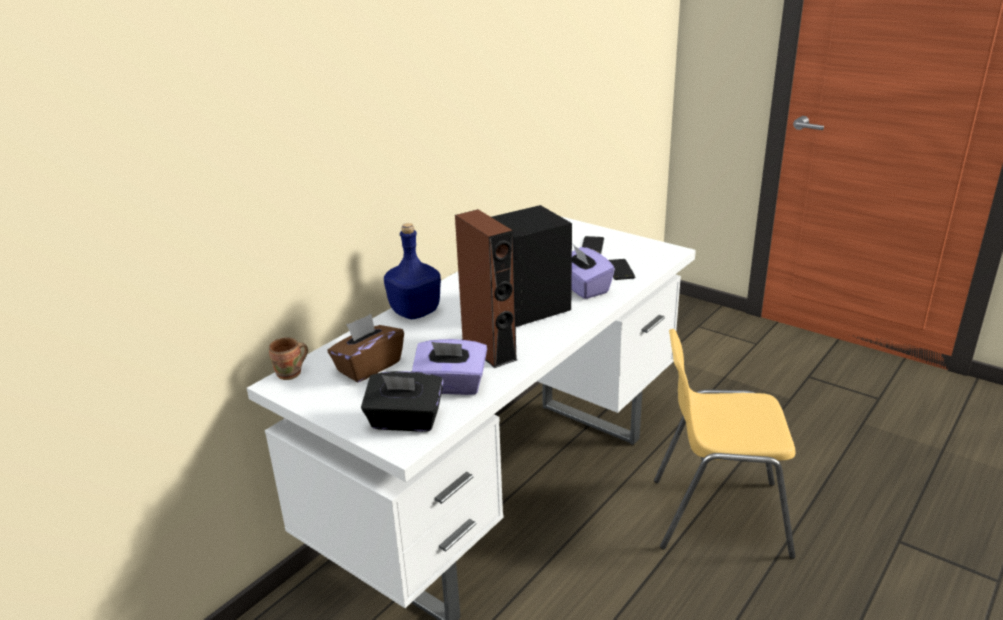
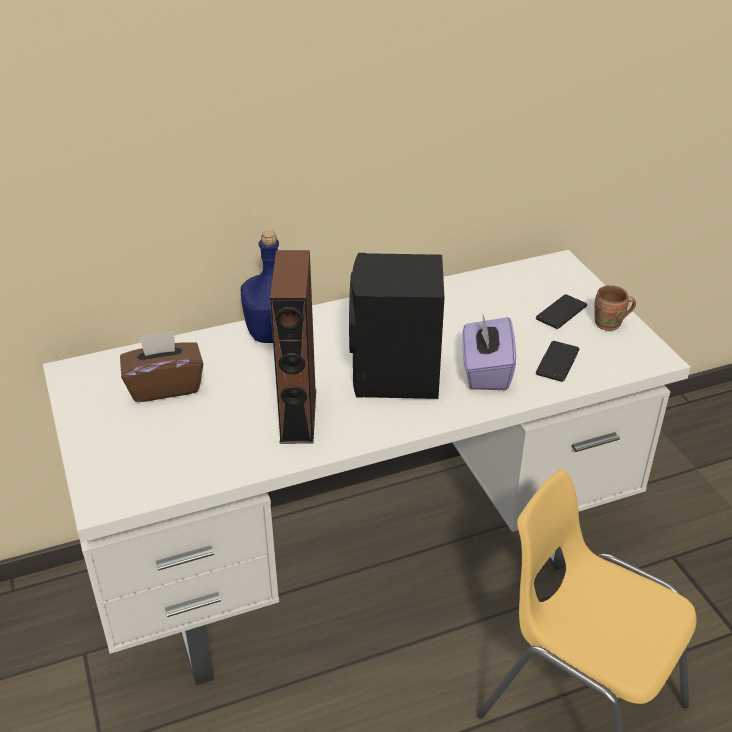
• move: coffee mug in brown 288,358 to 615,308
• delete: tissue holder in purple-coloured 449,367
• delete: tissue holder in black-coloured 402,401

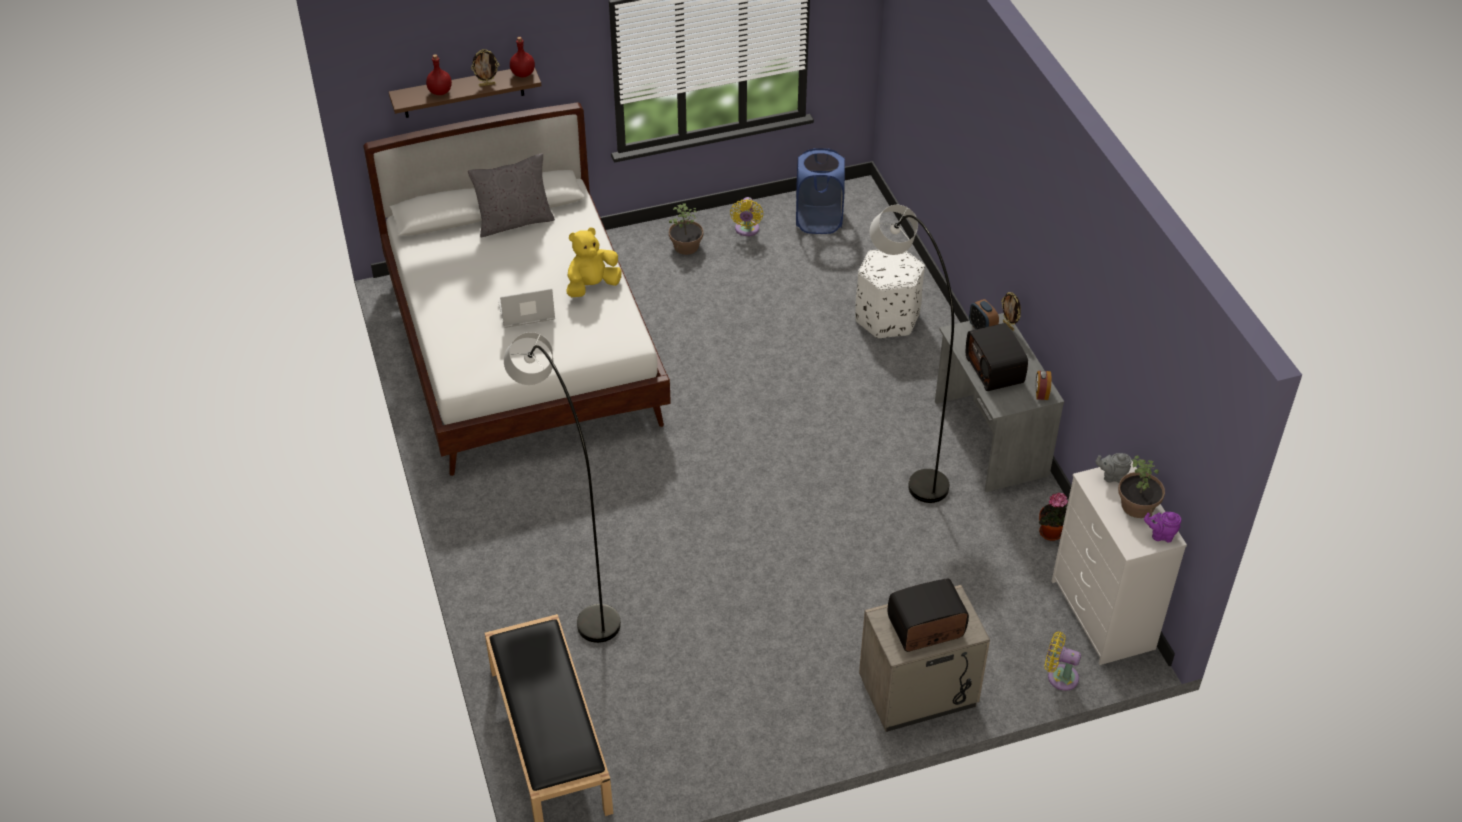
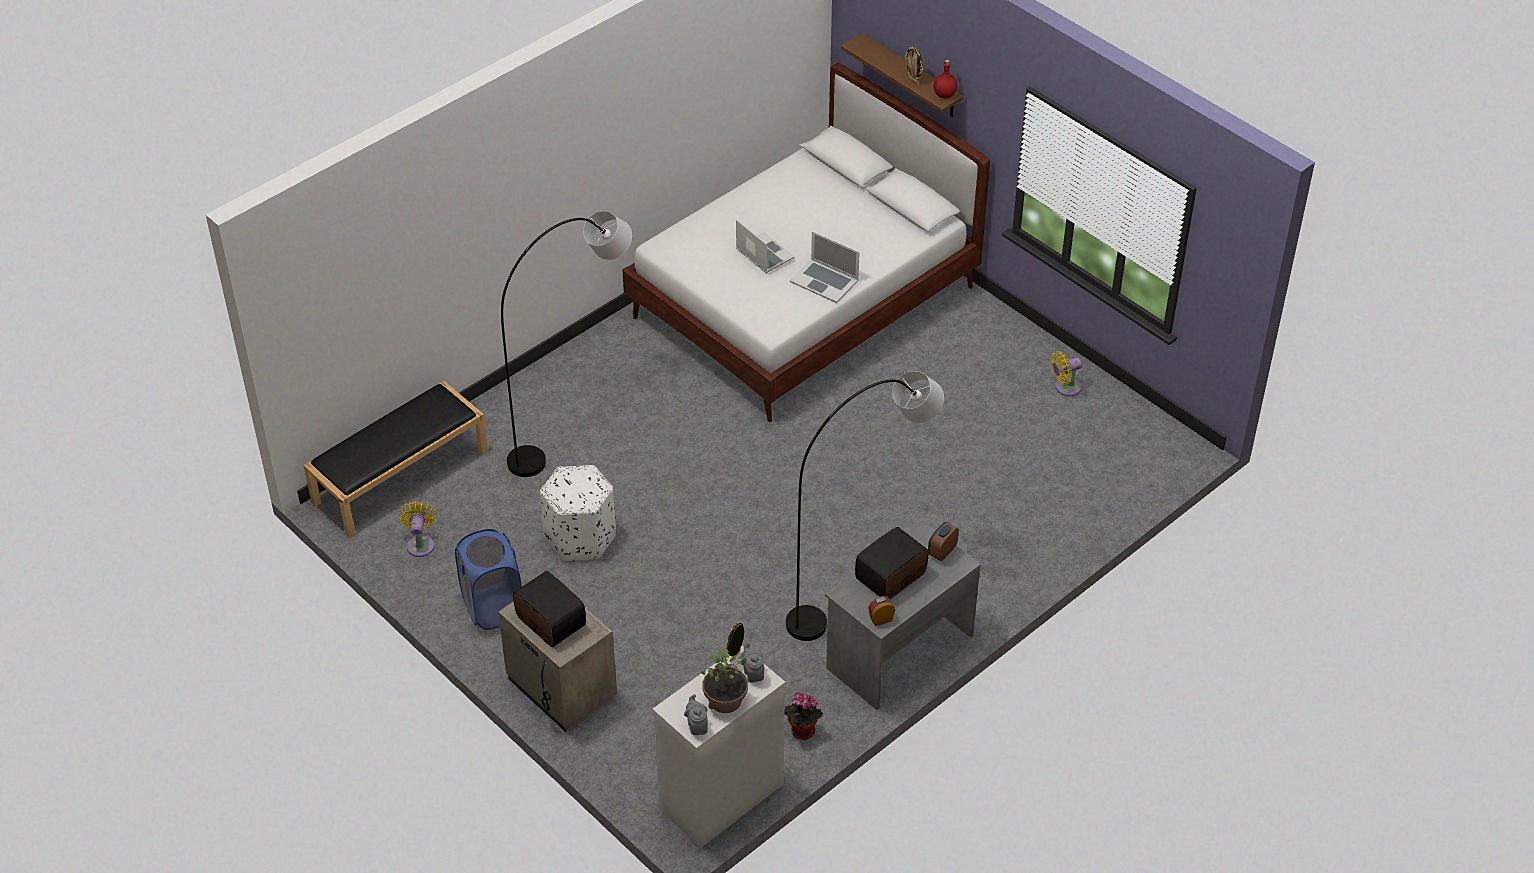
• delete: drink bottle in red 439,74
• move: hamper in blue-coloured 820,191 to 488,579
• delete: pillow in greyish 511,195
• delete: potted plant 686,229
• replace: plush toy in yellow 594,262 to laptop 825,267
• move: ottoman in whitish 890,294 to 578,513
• move: photo frame 1011,311 to 734,641
• recolor: teapot in purple-coloured 1162,527 to teapot in greyish 696,714
• move: fan in yellow 1062,661 to 418,529

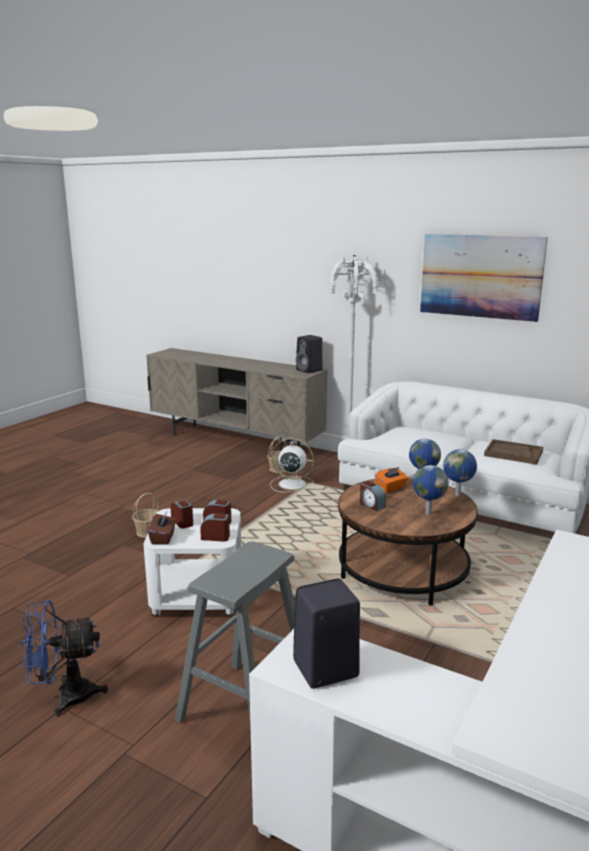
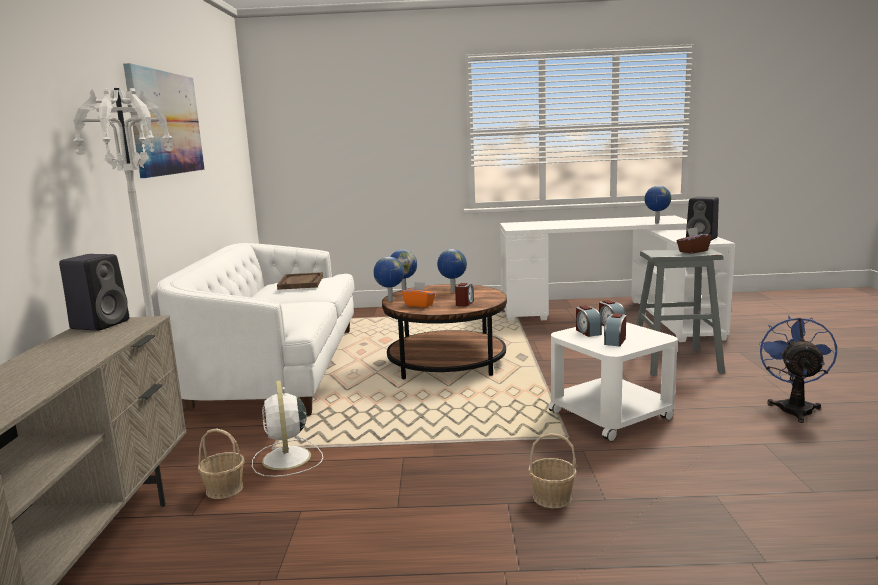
• move: tissue holder in brown 162,528 to 694,240
• rotate: fan in blue-coloured 64,658 = 798,369 120 degrees counterclockwise
• insert: world globe 658,204

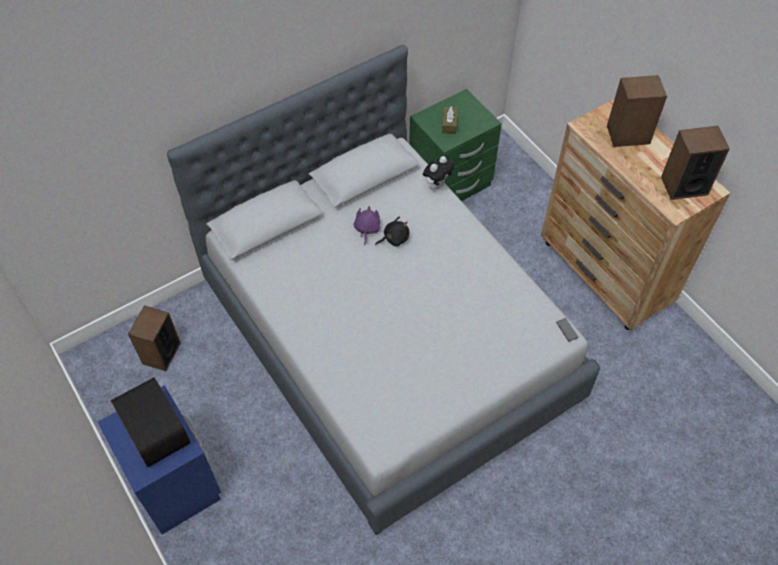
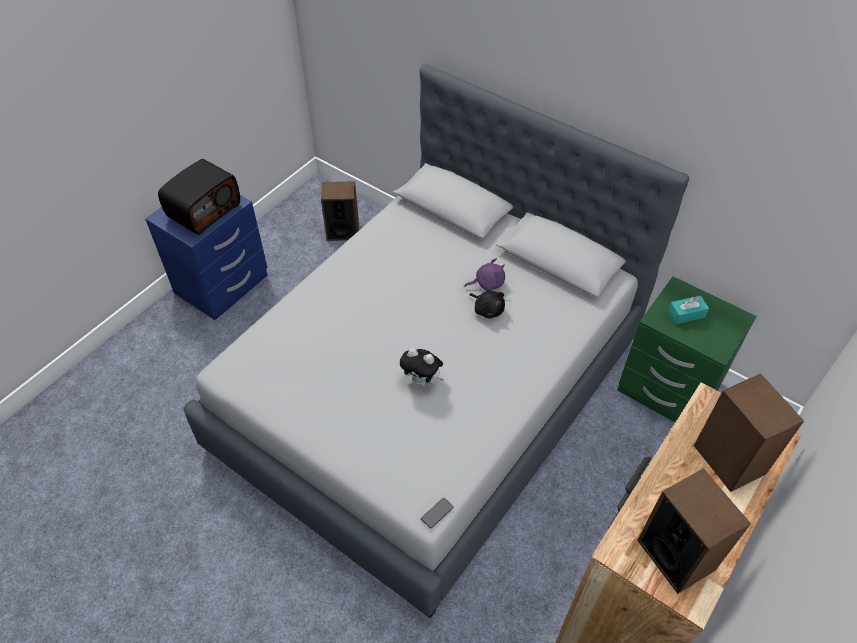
• recolor: tissue holder in brown 449,120 to tissue holder in turquoise 688,310
• move: plush toy 438,172 to 422,367

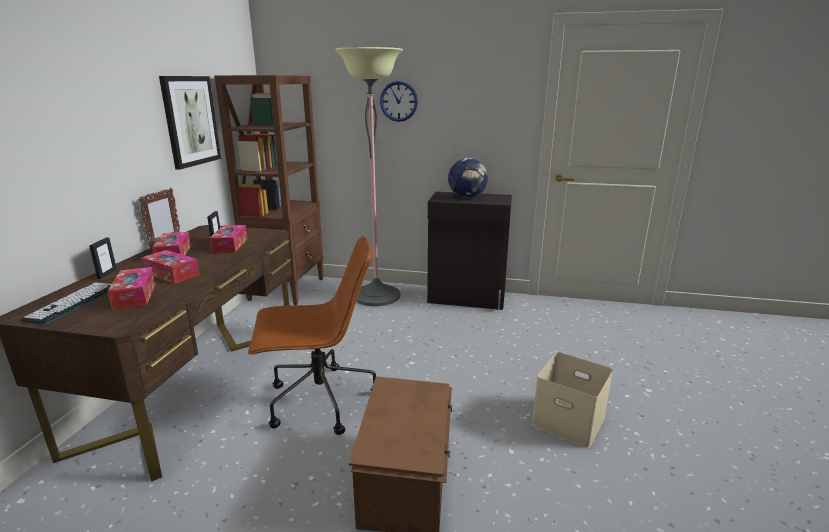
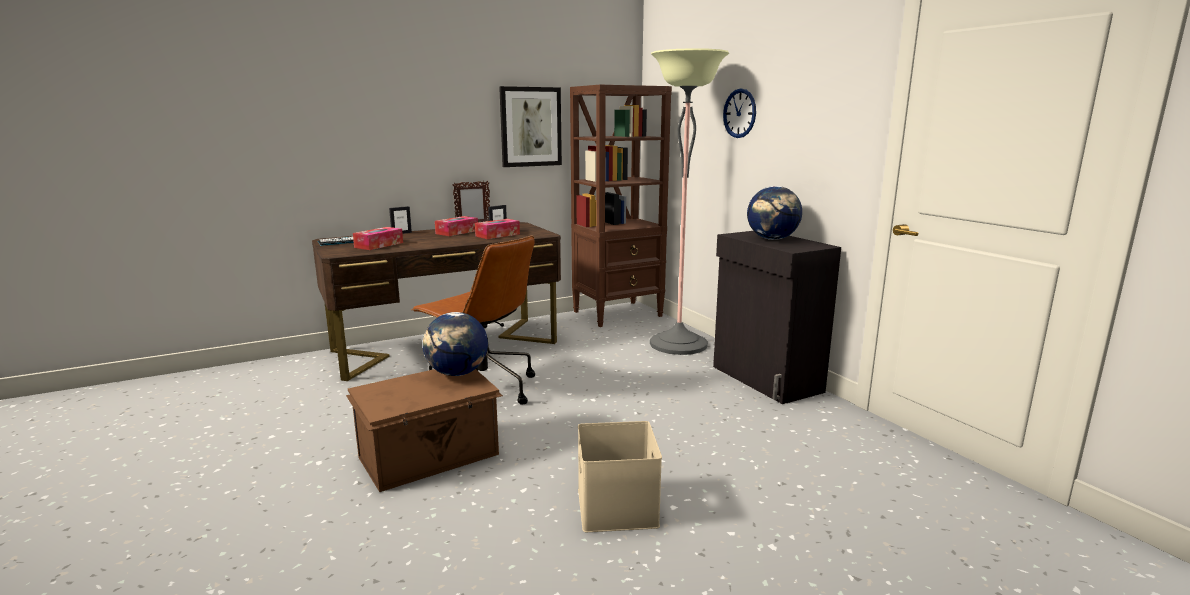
• delete: tissue holder 170,267
• insert: world globe 455,344

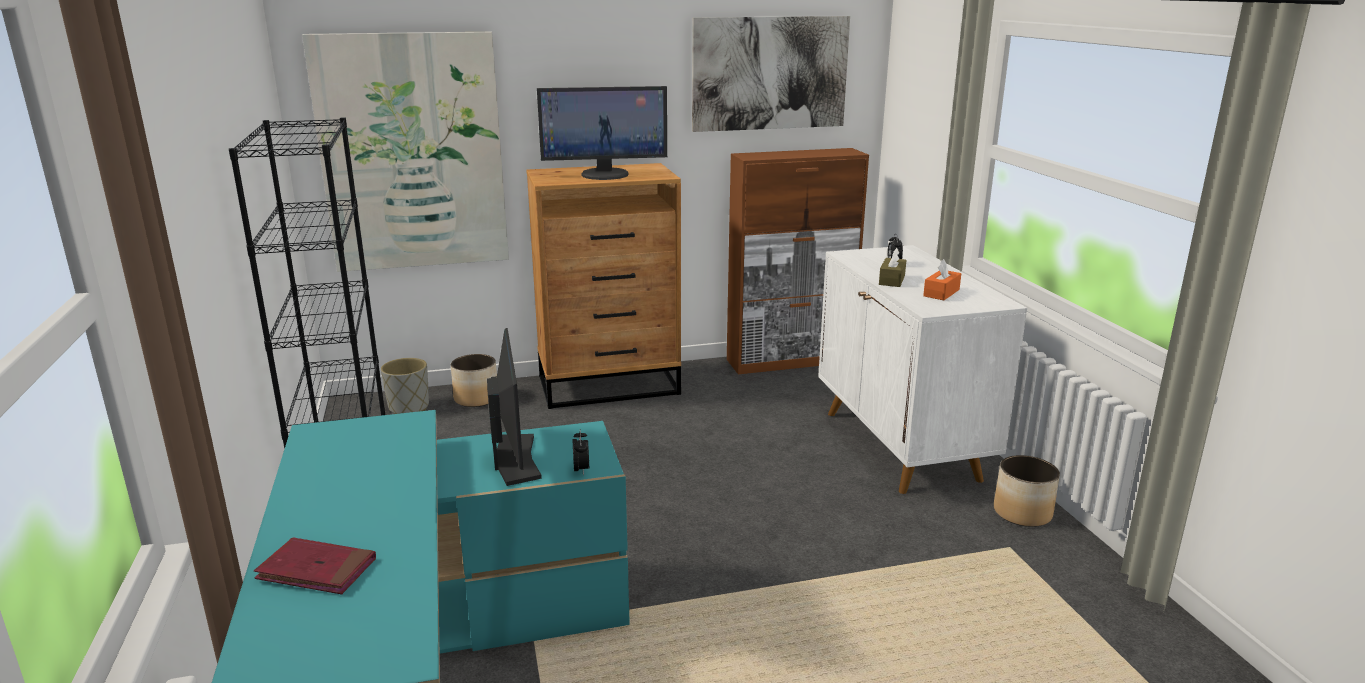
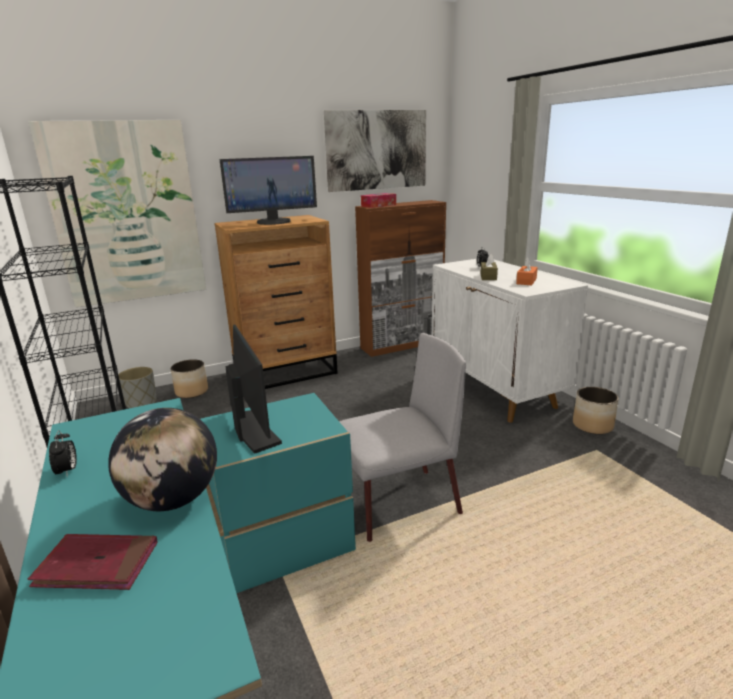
• move: alarm clock 580,453 to 63,453
• insert: tissue holder 378,200
• insert: upright chair in greyish 402,437
• insert: world globe 162,459

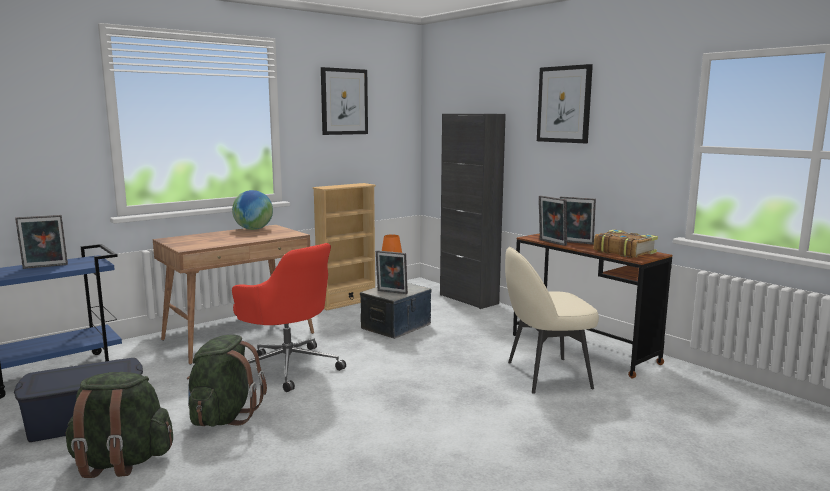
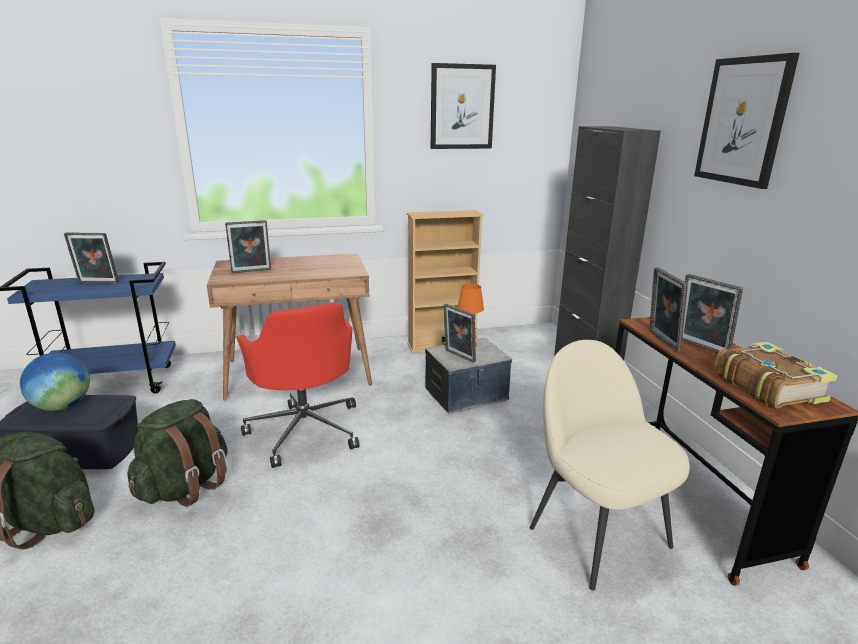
• move: world globe 252,210 to 55,381
• rotate: upright chair in beige 552,320 = 610,465 45 degrees clockwise
• insert: photo frame 248,246

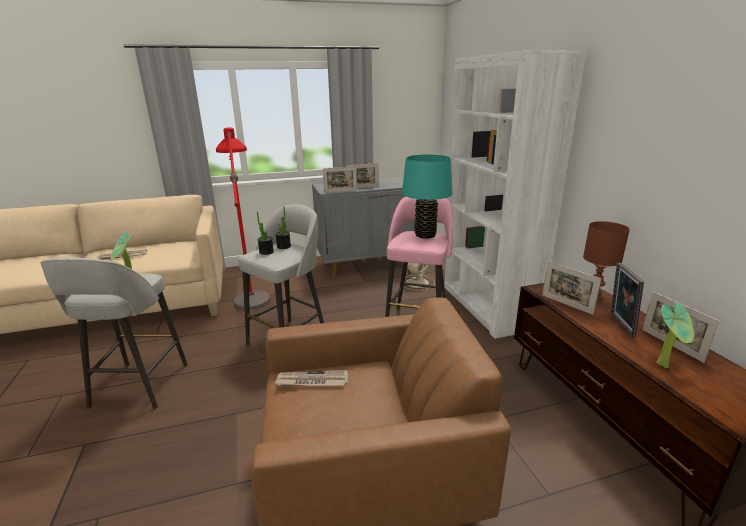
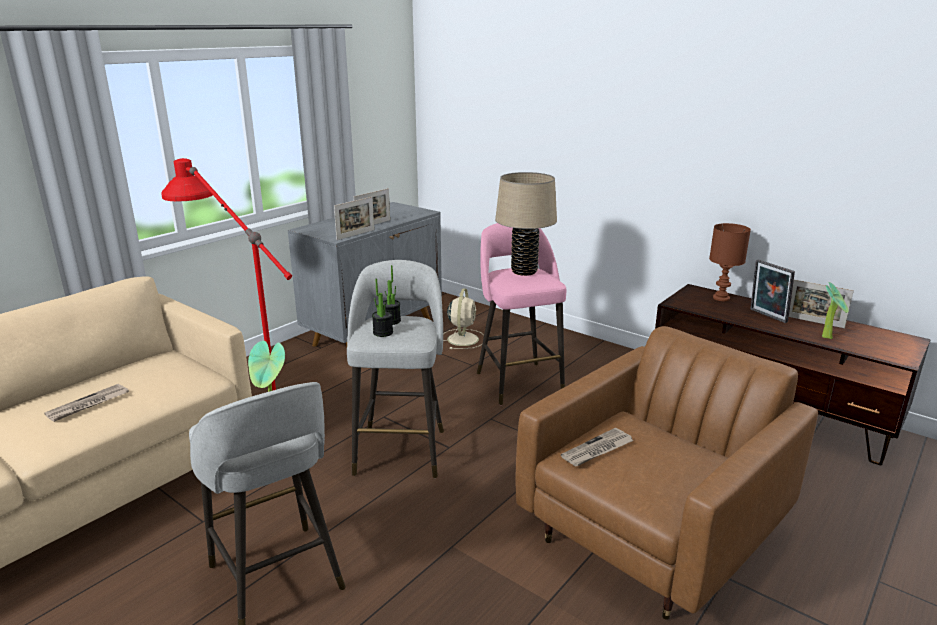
• delete: bookcase in whitish 515,194
• recolor: lamp for a table in turquoise 427,196 to lamp for a table in beige 526,224
• delete: photo frame 571,288

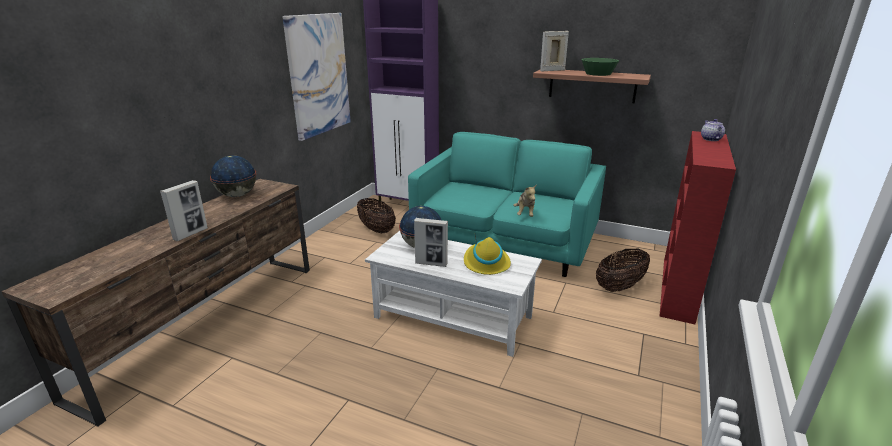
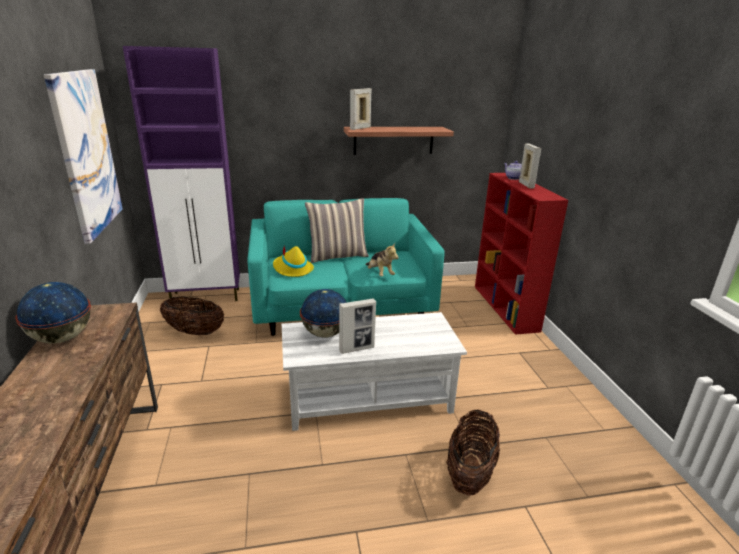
• delete: serving bowl in green 600,67
• move: photo frame 184,210 to 530,166
• move: clothing hat in yellow 487,255 to 293,261
• move: basket 623,270 to 473,453
• insert: pillow 337,230

